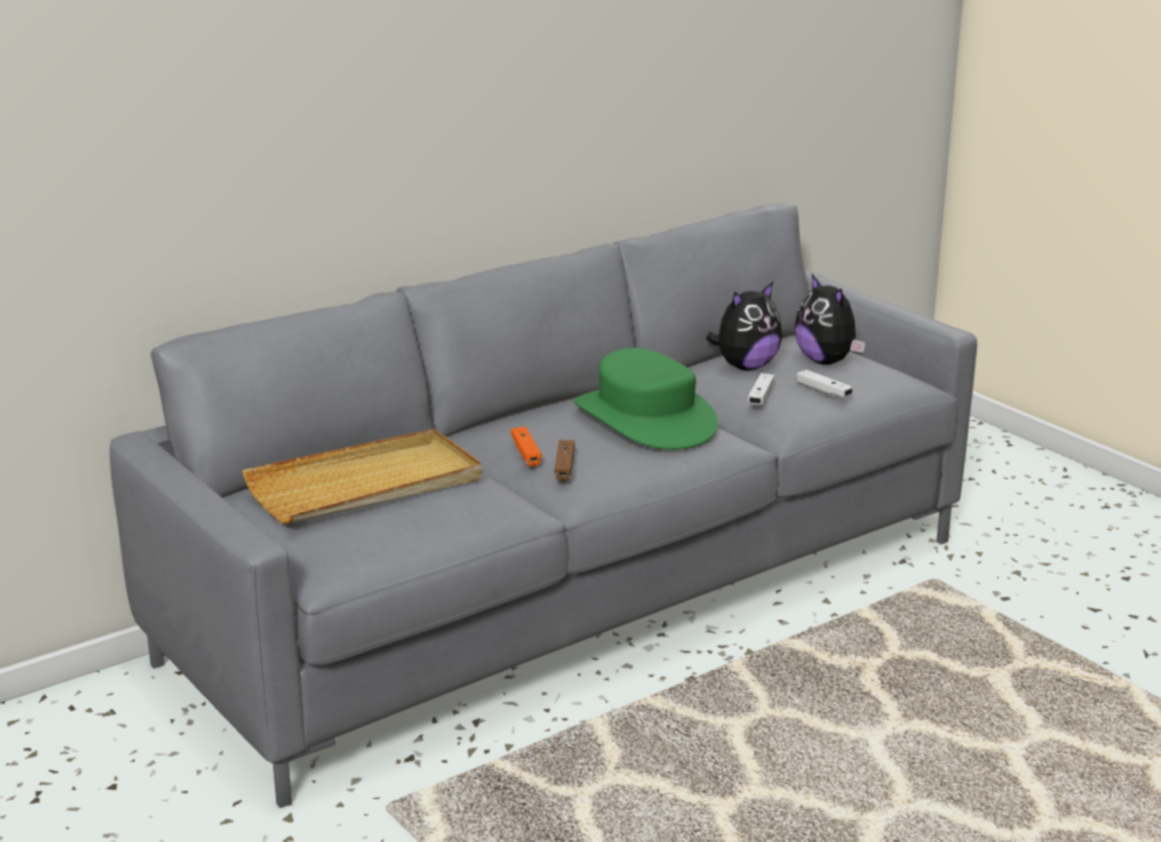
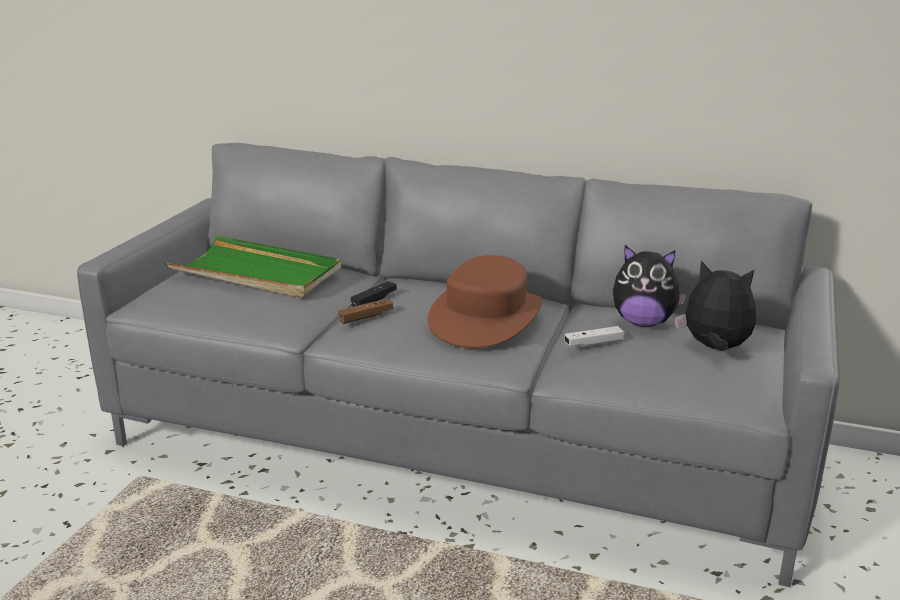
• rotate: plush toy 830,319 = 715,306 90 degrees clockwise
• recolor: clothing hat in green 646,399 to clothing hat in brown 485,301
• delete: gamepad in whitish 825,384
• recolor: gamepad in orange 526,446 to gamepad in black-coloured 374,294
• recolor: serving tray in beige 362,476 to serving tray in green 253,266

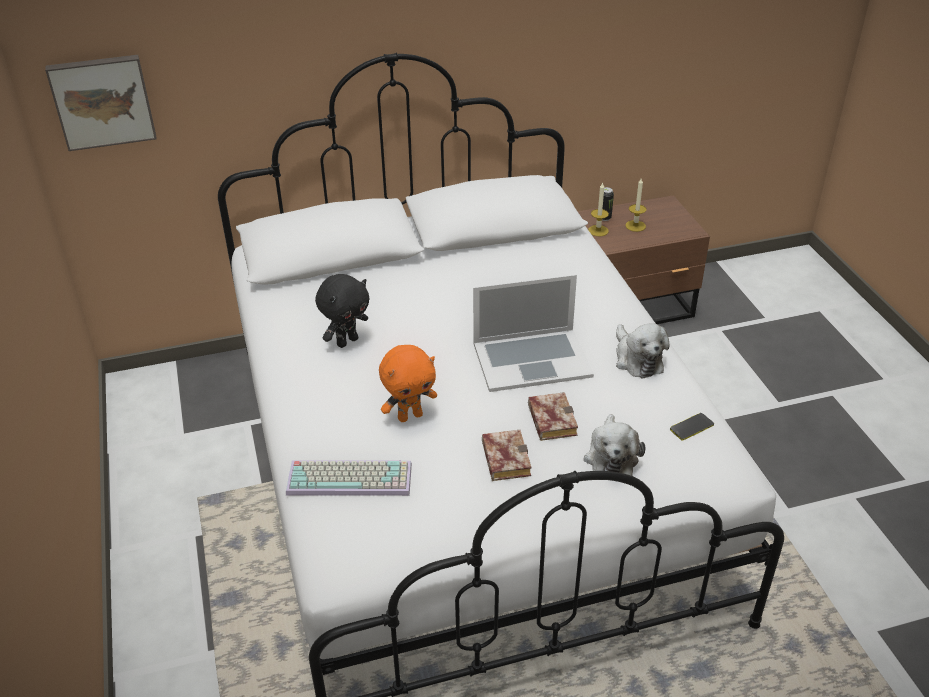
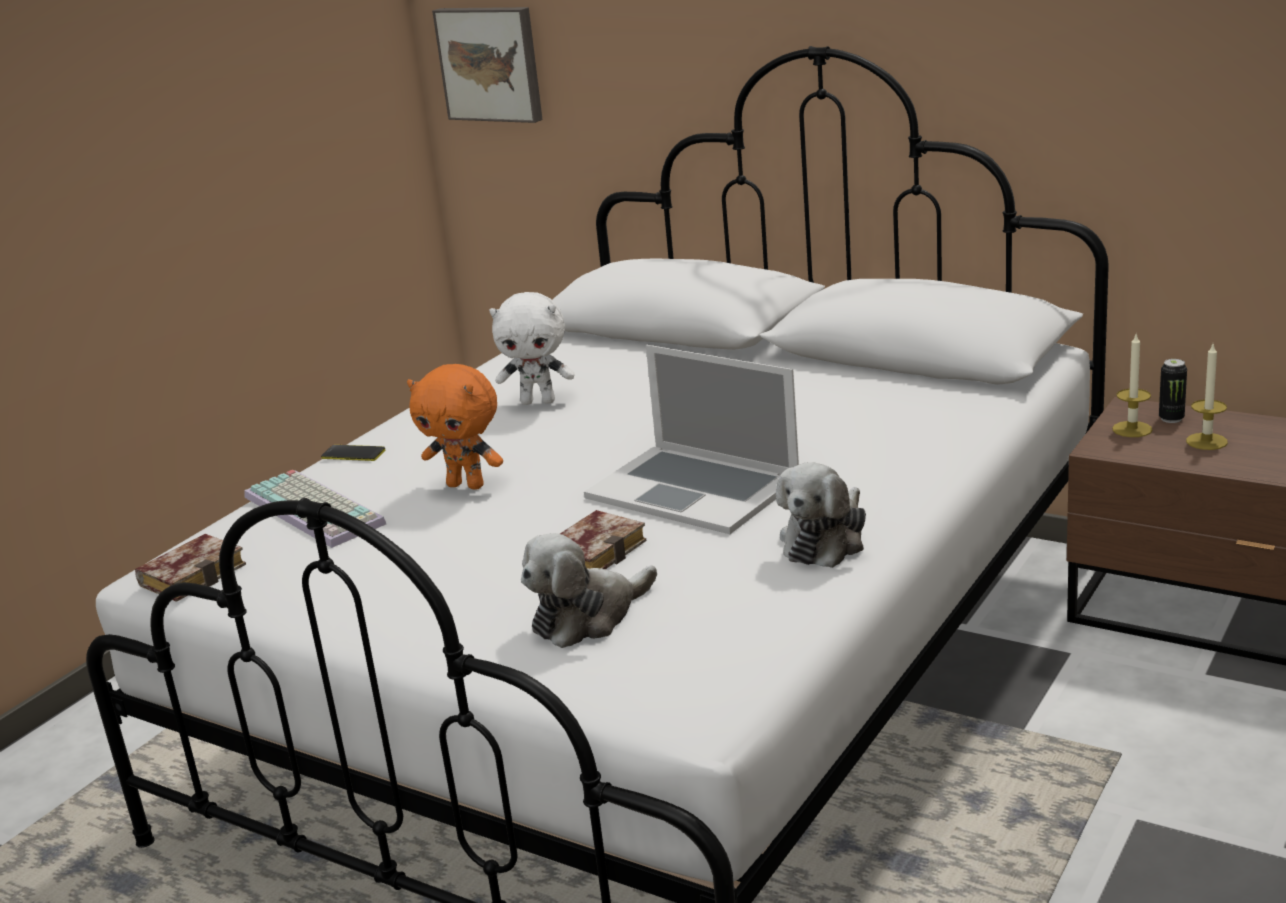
• recolor: plush toy in black-coloured 342,311 to plush toy in whitish 532,348
• move: phone 692,427 to 353,453
• move: bound book 507,455 to 190,568

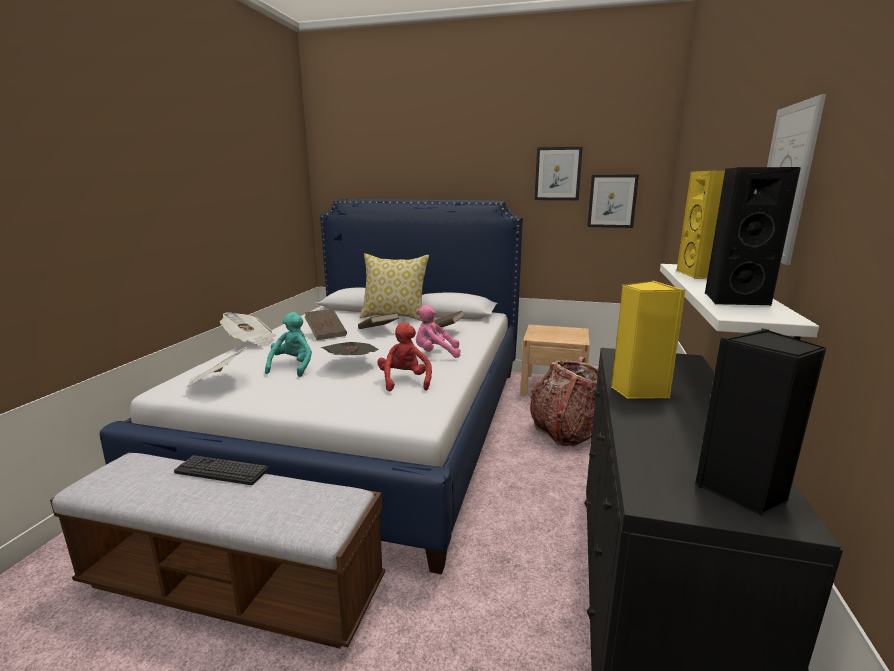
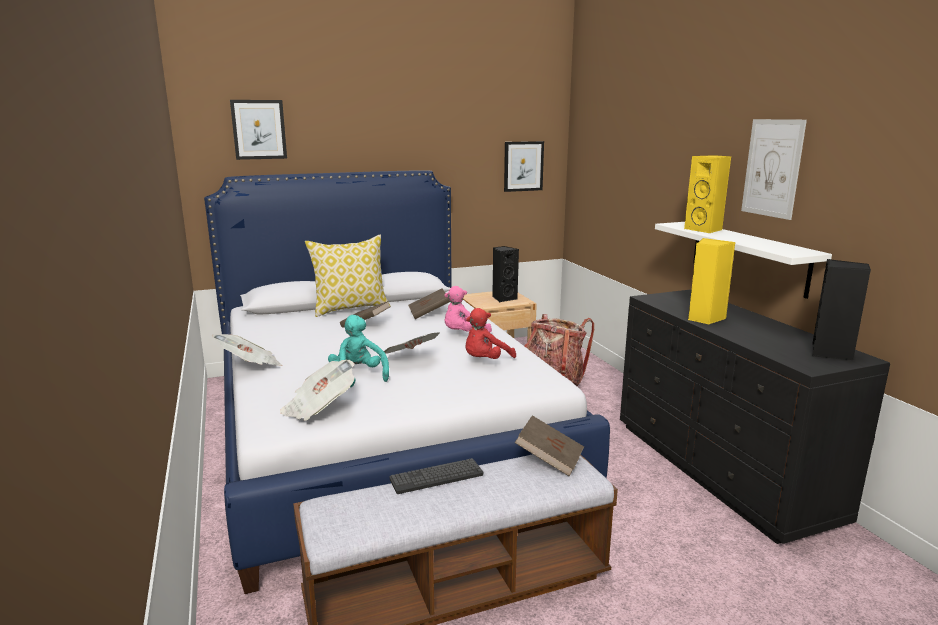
• move: wall picture 558,173 to 258,130
• move: audio speaker in black-coloured 753,236 to 505,274
• move: bound book in brown 326,324 to 549,445
• rotate: plush toy in red 404,356 = 490,333 90 degrees counterclockwise

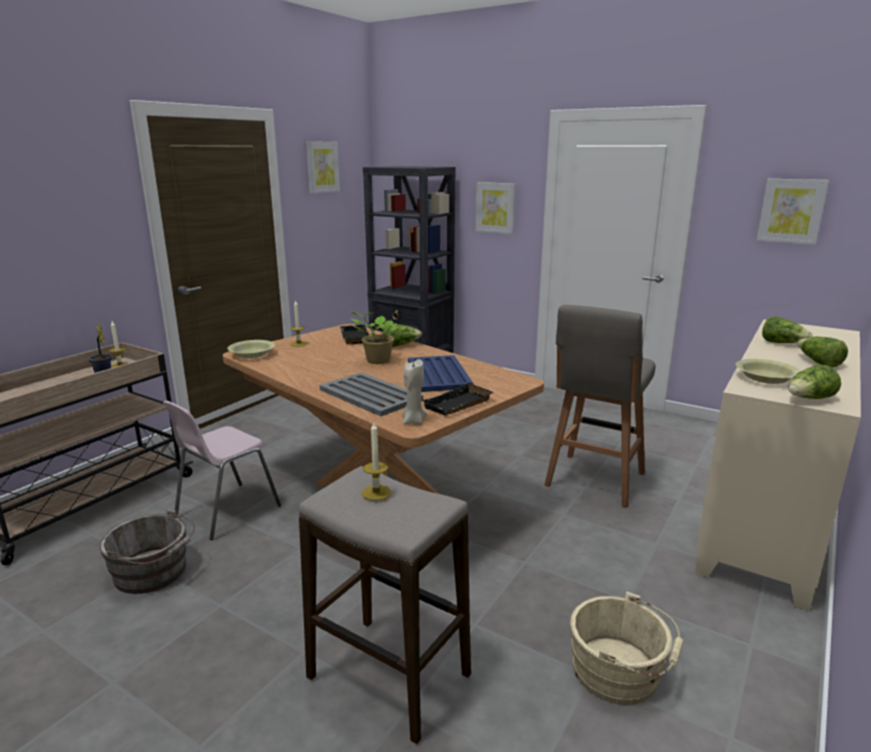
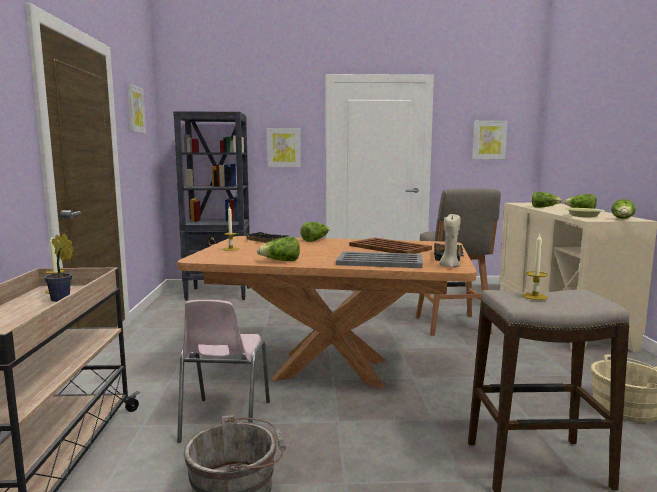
• delete: potted plant 373,337
• delete: serving bowl in yellow 251,349
• recolor: serving tray in blue-coloured 441,373 to serving tray in brown 390,246
• insert: head of lettuce 278,249

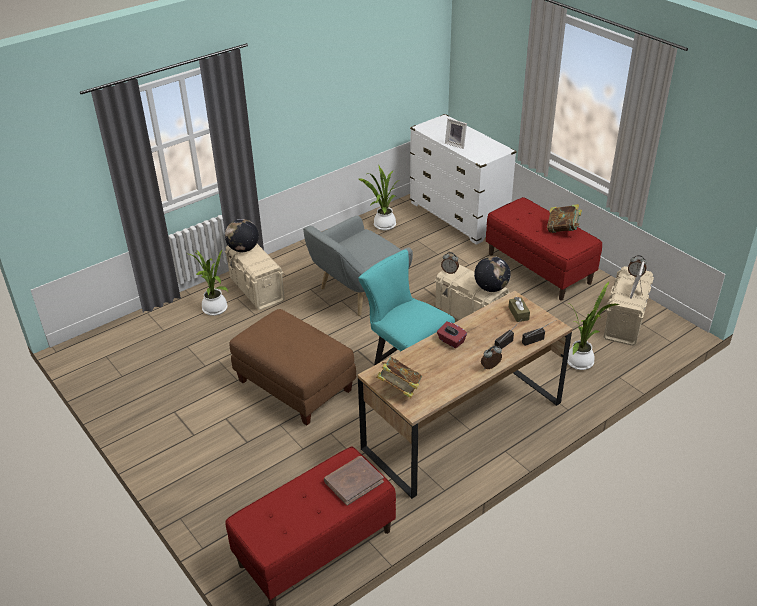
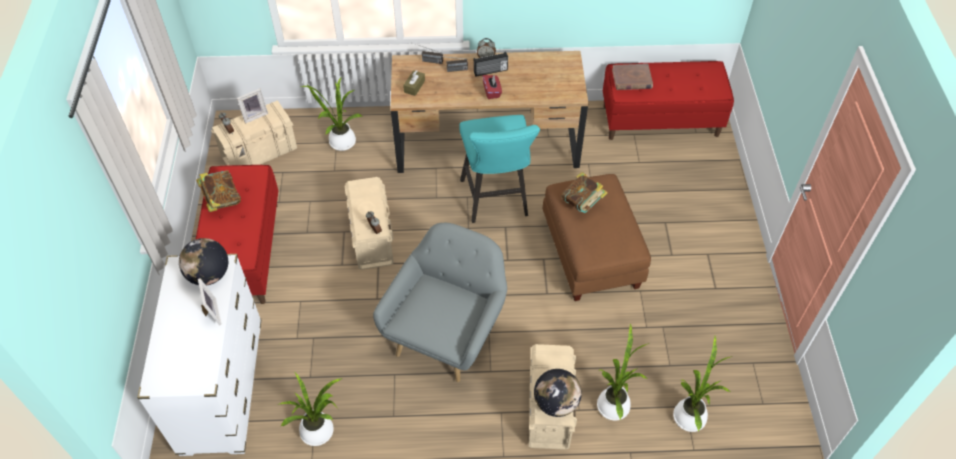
• rotate: lounge chair in greyish 358,266 = 440,302 60 degrees counterclockwise
• move: world globe 492,274 to 203,262
• move: bound book 399,377 to 584,192
• insert: radio receiver 491,64
• insert: potted plant 702,384

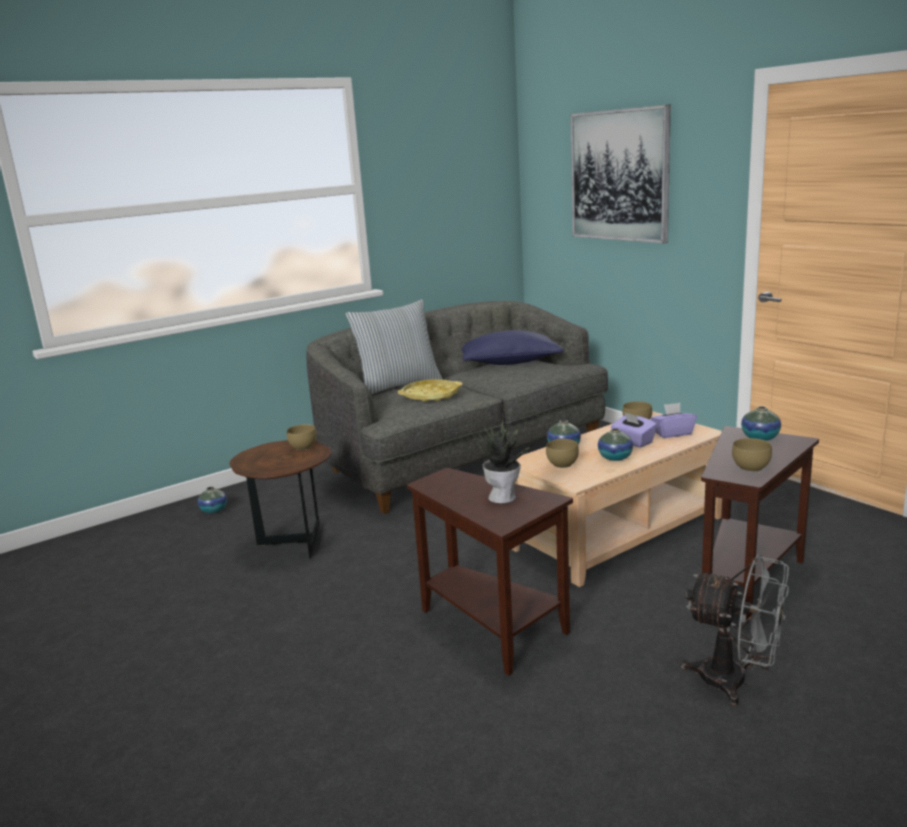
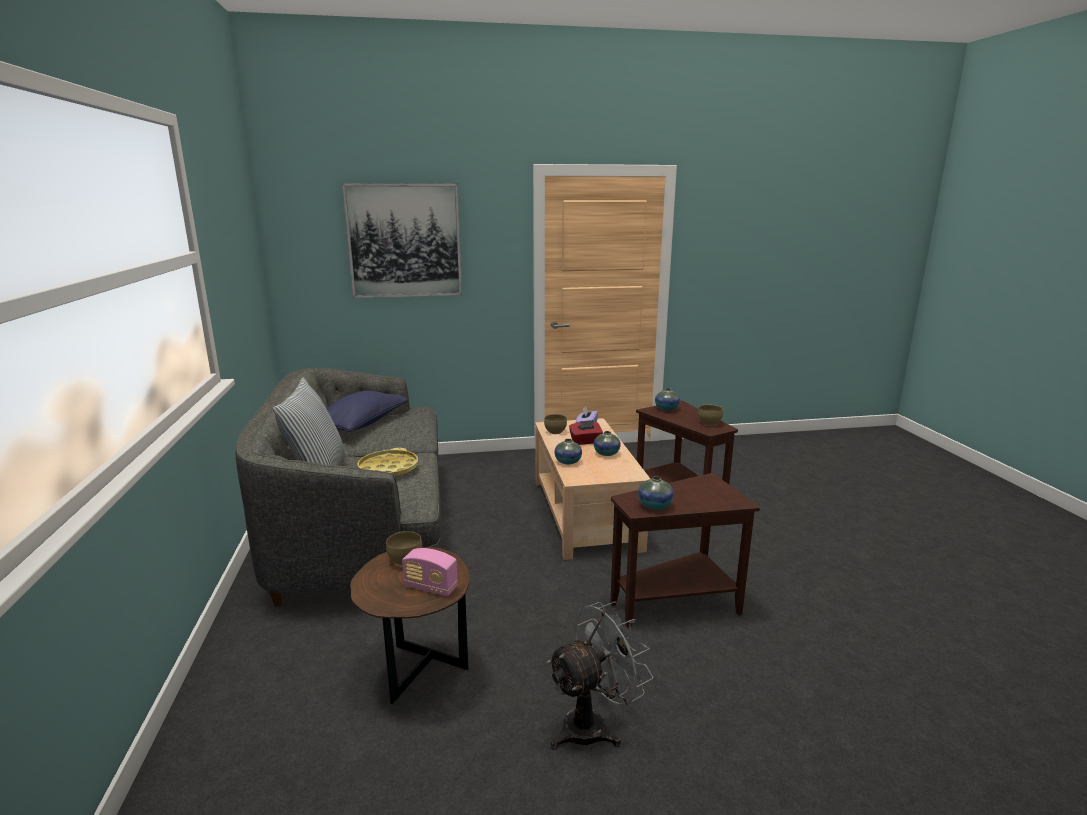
• recolor: tissue holder in purple-coloured 634,430 to tissue holder in red 586,432
• delete: potted plant 506,462
• delete: serving bowl in brown 562,453
• move: vase 212,500 to 656,493
• move: fan in greyish 735,630 to 600,675
• insert: radio receiver 430,572

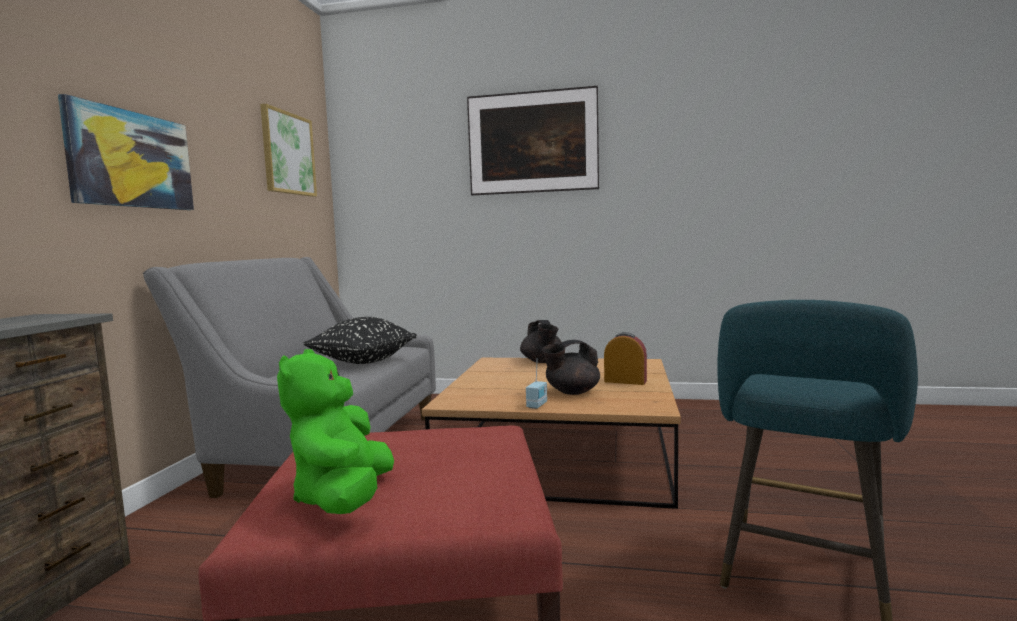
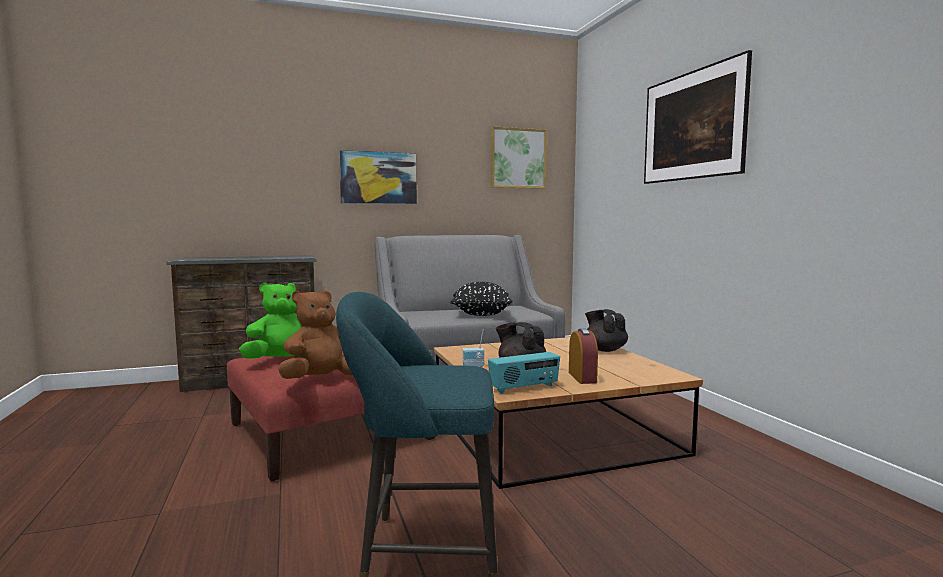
• rotate: teapot in black-coloured 541,341 = 606,330 105 degrees clockwise
• insert: plush toy in brown 315,334
• insert: radio receiver 524,373

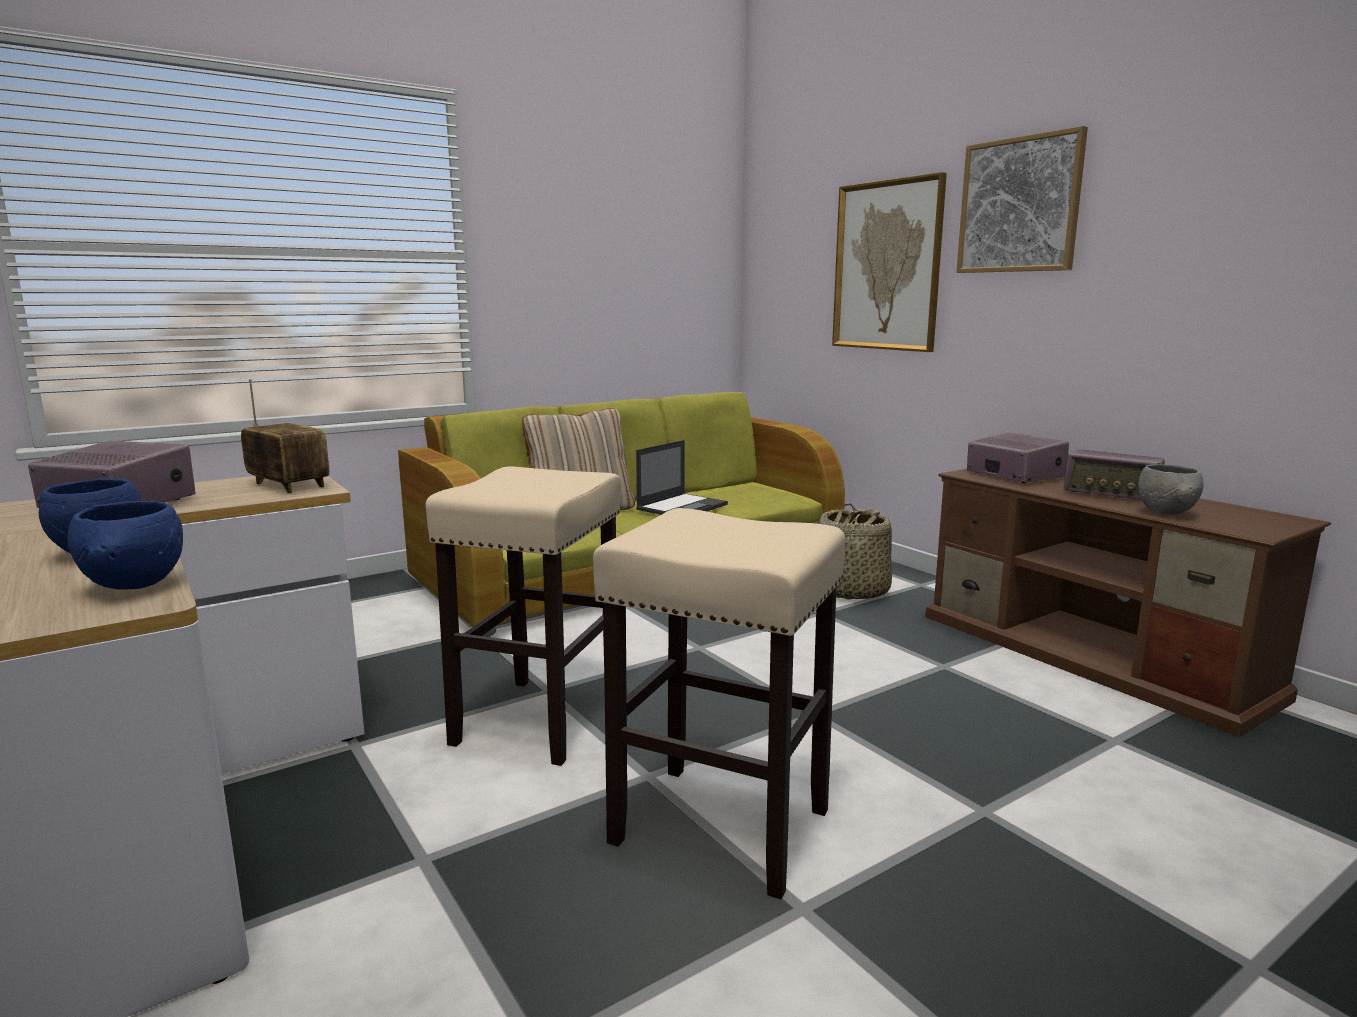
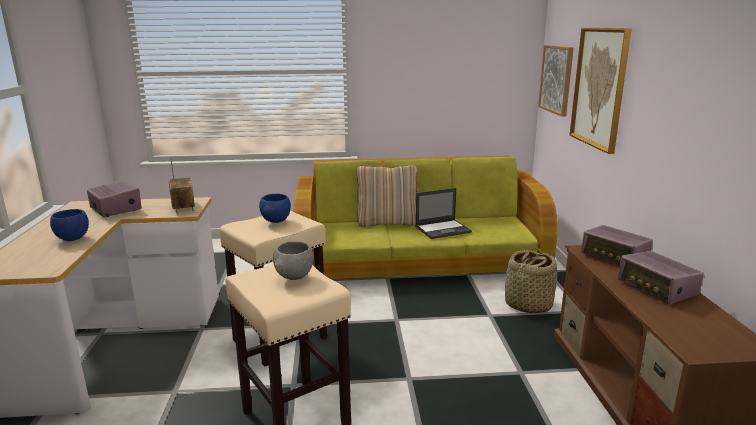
• move: wall picture 1022,199 to 556,81
• rotate: radio receiver 1018,457 = 617,245 135 degrees clockwise
• move: serving bowl in greyish 1171,489 to 293,260
• move: serving bowl in blue-coloured 125,545 to 275,208

